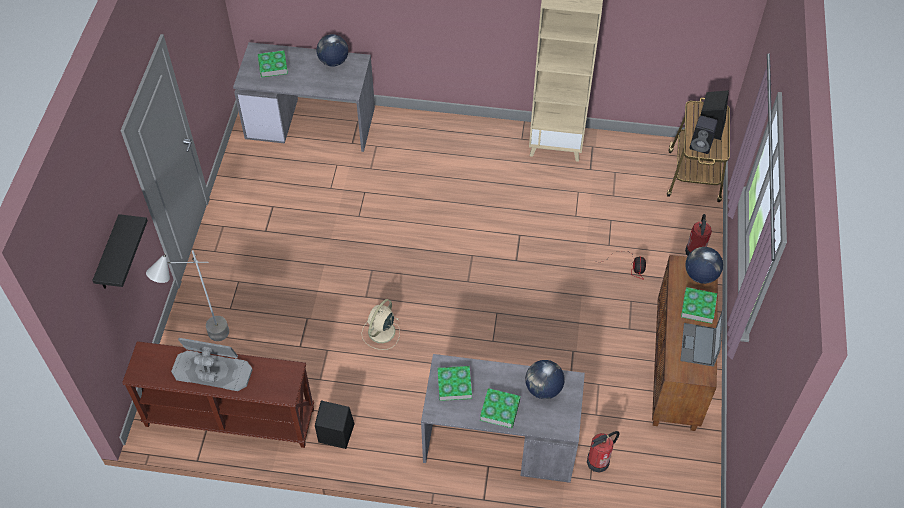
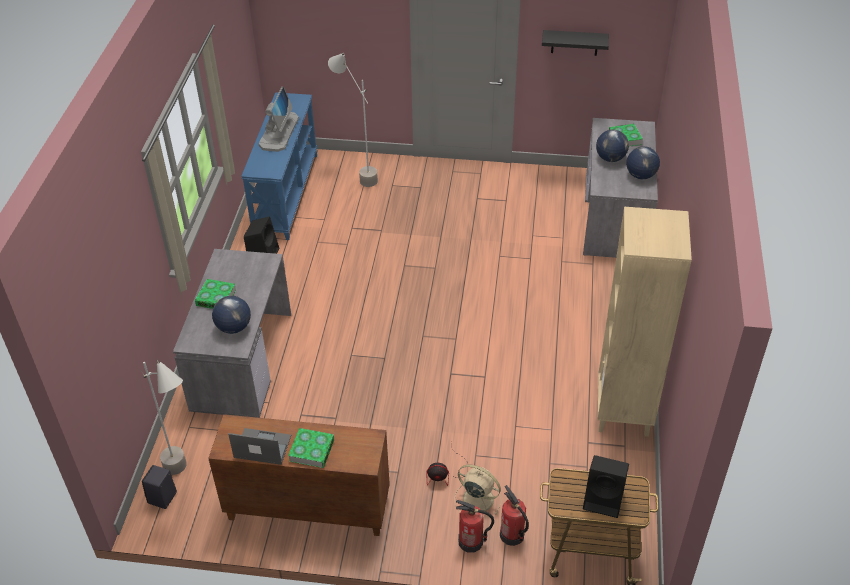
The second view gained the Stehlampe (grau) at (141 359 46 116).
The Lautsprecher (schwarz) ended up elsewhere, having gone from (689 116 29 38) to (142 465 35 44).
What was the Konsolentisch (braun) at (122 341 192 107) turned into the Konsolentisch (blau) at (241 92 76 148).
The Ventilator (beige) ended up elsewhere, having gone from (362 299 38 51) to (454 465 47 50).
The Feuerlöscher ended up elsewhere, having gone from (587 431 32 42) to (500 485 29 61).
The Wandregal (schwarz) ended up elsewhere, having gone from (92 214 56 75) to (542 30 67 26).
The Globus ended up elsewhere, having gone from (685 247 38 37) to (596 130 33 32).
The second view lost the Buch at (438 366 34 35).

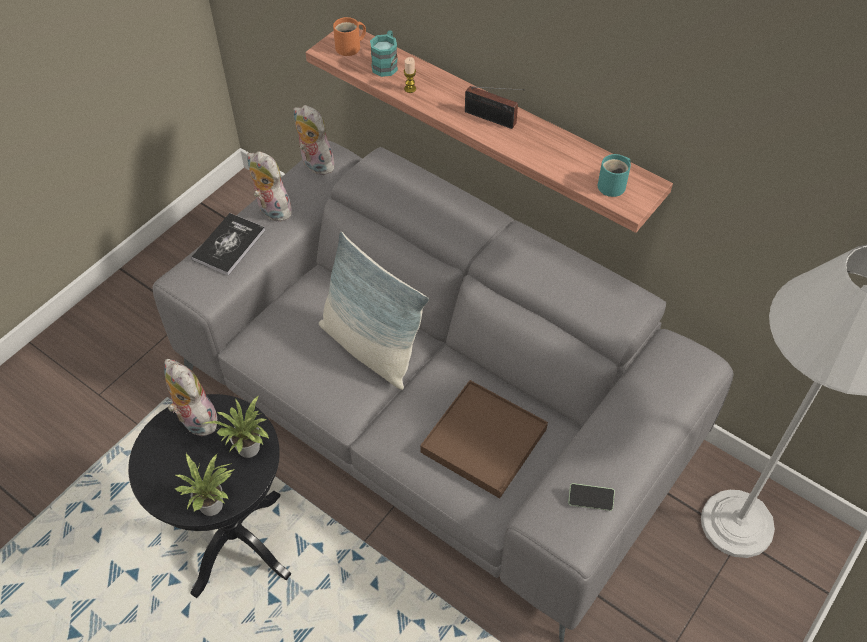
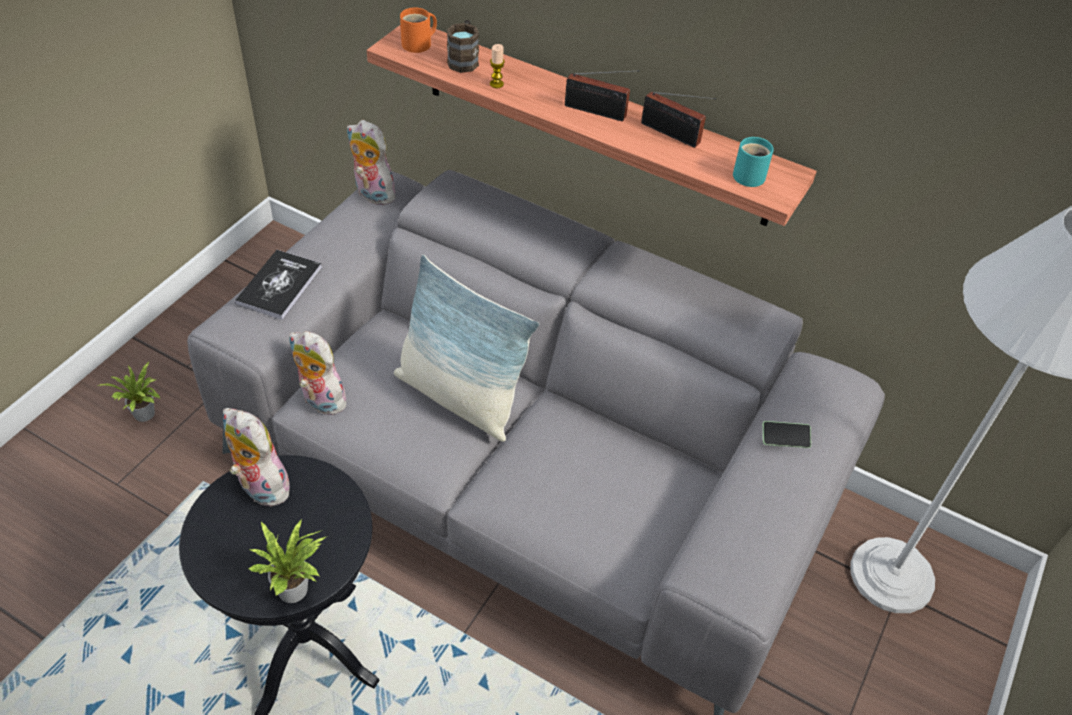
The Topfpflanze ended up elsewhere, having gone from (205 396 64 62) to (97 362 63 60).
The Plüschtier ended up elsewhere, having gone from (247 151 45 71) to (289 331 57 84).
What was the Henkelbecher (türkis) at (370 30 28 47) turned into the Henkelbecher (braun) at (447 20 32 53).
The second view gained the Radio at (641 92 75 56).
The Handy ended up elsewhere, having gone from (568 483 47 28) to (763 421 48 27).
The second view lost the Tablett (braun) at (420 380 128 118).

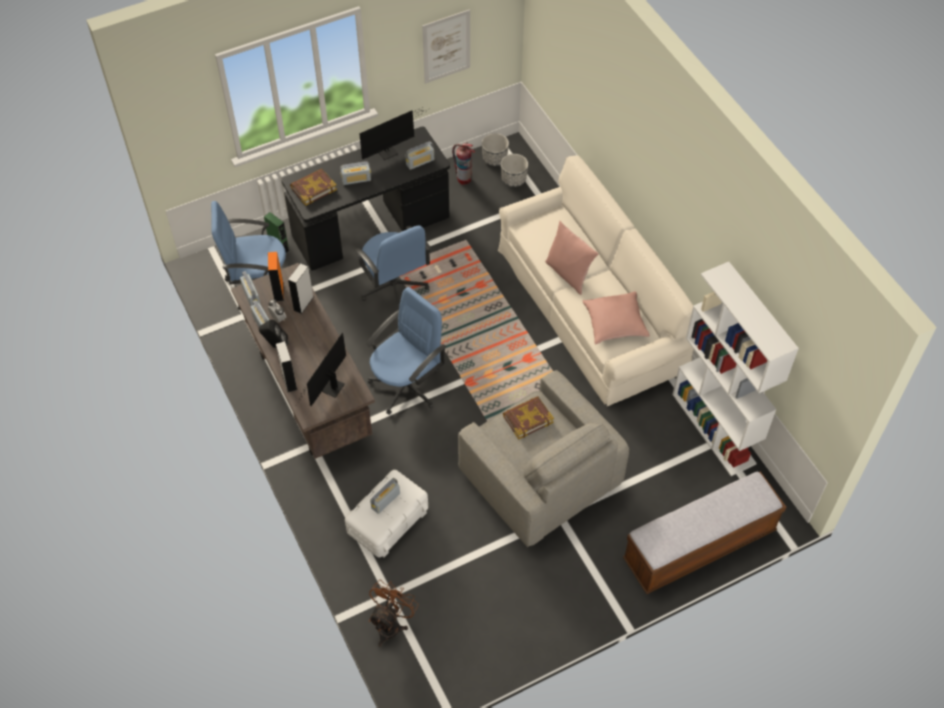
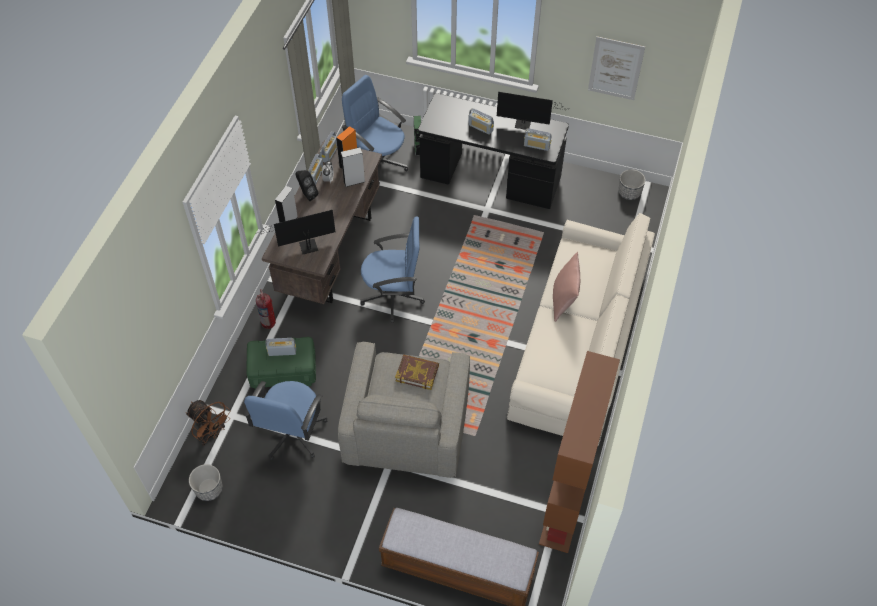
The Ventilator (braun) at (369 580 49 67) ended up facing another way, 60 degrees clockwise from before.
The Pflanzkübel ended up elsewhere, having gone from (501 154 27 33) to (189 464 34 37).
The Bürostuhl (blau) ended up elsewhere, having gone from (355 225 76 85) to (243 381 84 79).
What was the Aufbewahrungsbox (weiß) at (345 470 83 88) turned into the Aufbewahrungsbox (grün) at (246 337 70 52).
The Feuerlöscher ended up elsewhere, having gone from (452 143 23 42) to (256 289 20 40).
What was the Bücherregal (weiß) at (672 262 127 214) turned into the Bücherregal (braun) at (539 351 81 202).
The second view lost the Buch at (290 169 47 37).
The second view lost the Kissen (rosa) at (583 291 67 54).

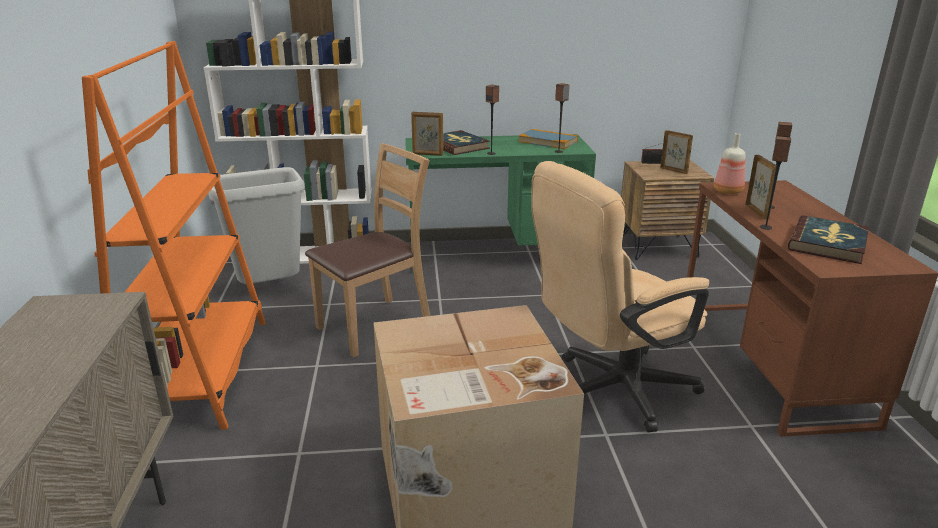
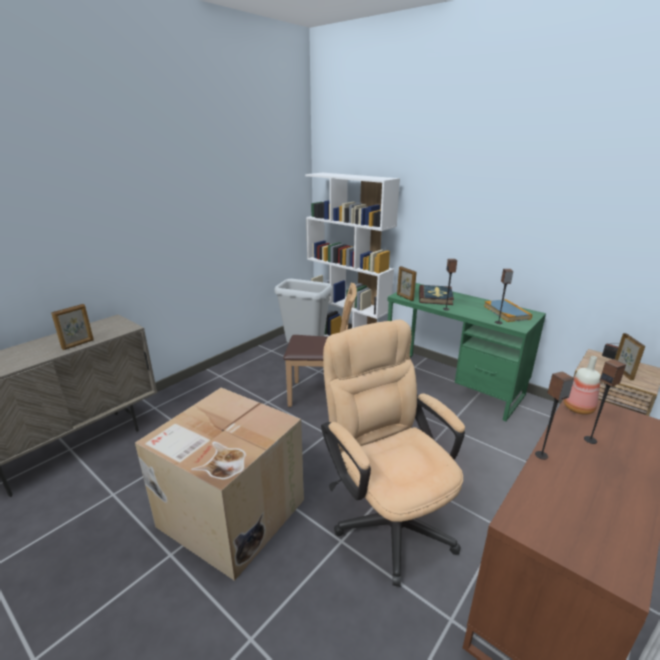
The Bilderrahmen ended up elsewhere, having gone from (746 155 30 64) to (51 304 43 46).
The Bürostuhl (beige) at (531 161 178 271) ended up facing another way, 45 degrees clockwise from before.
The second view lost the Bücherregal (orange) at (82 41 184 389).
The second view lost the Buch at (788 215 81 49).

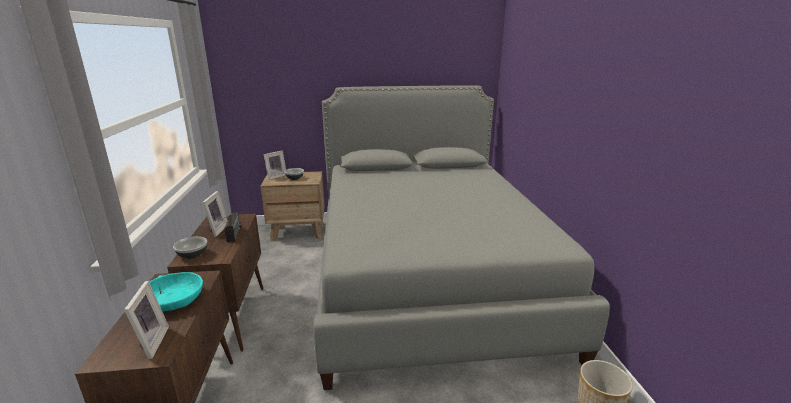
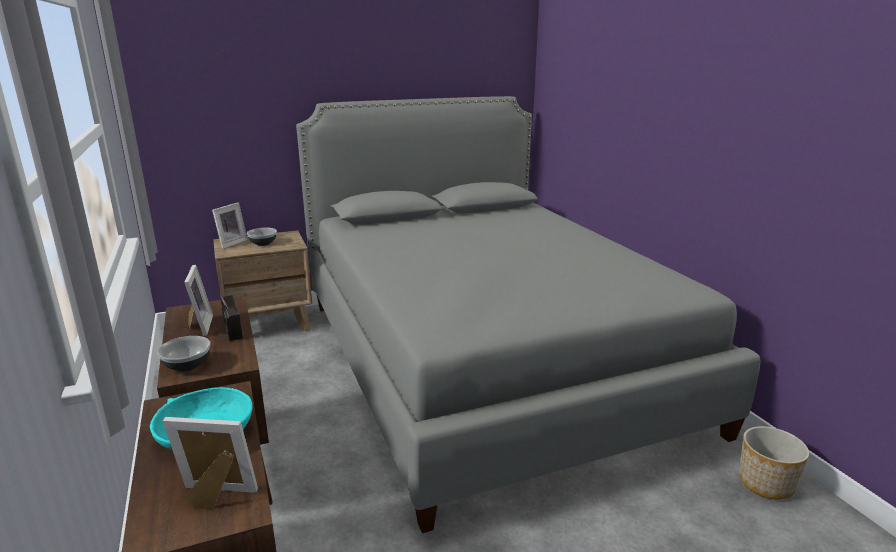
The Bilderrahmen at (124 281 45 78) ended up facing another way, 60 degrees counterclockwise from before.

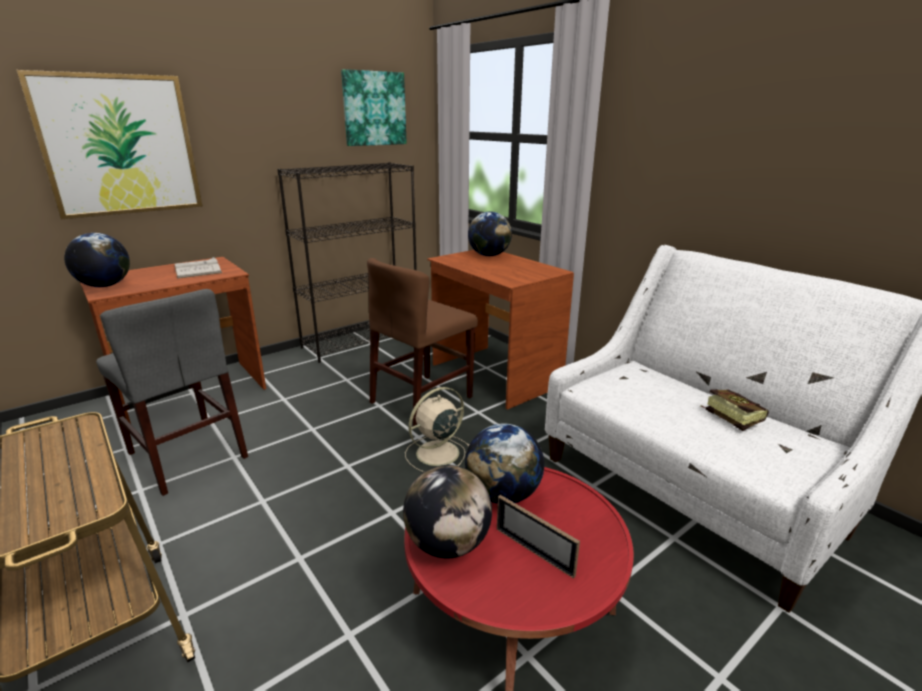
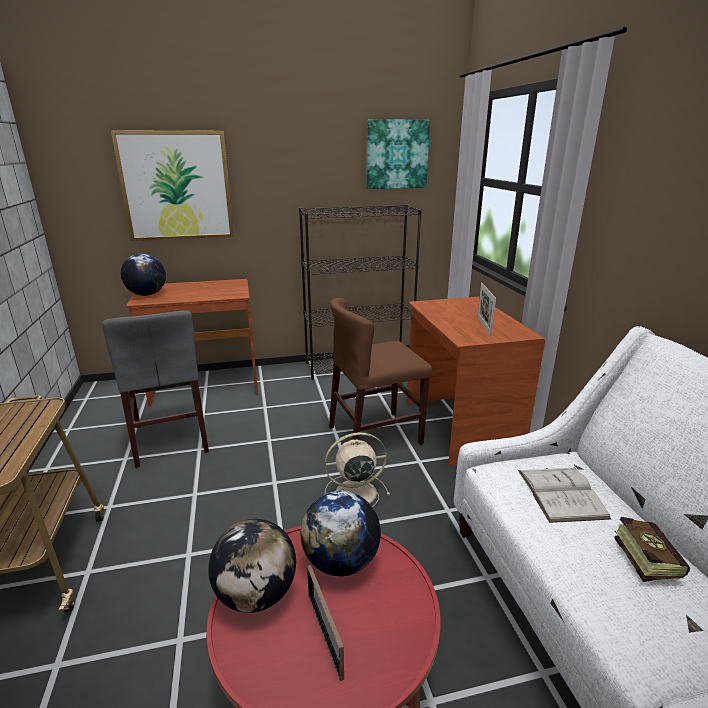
The second view gained the Bilderrahmen at (477 283 19 53).
The Buch (weiß) ended up elsewhere, having gone from (174 257 48 22) to (518 467 93 56).
The second view lost the Globus at (468 212 44 44).

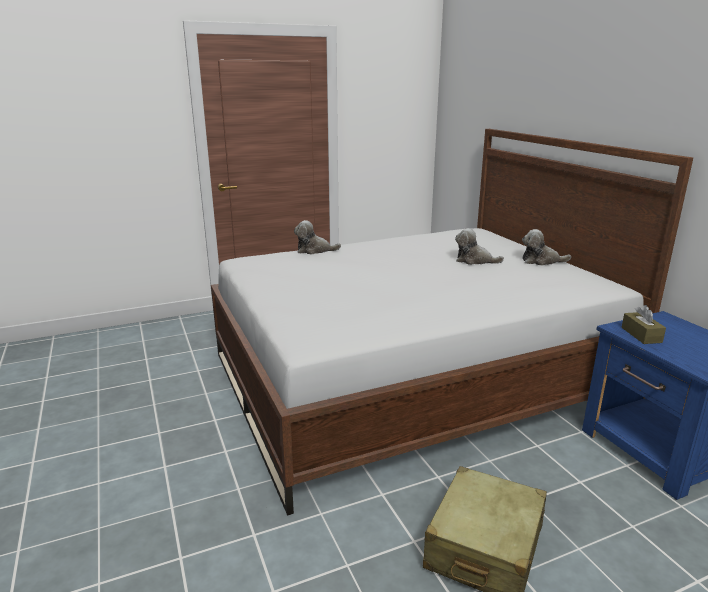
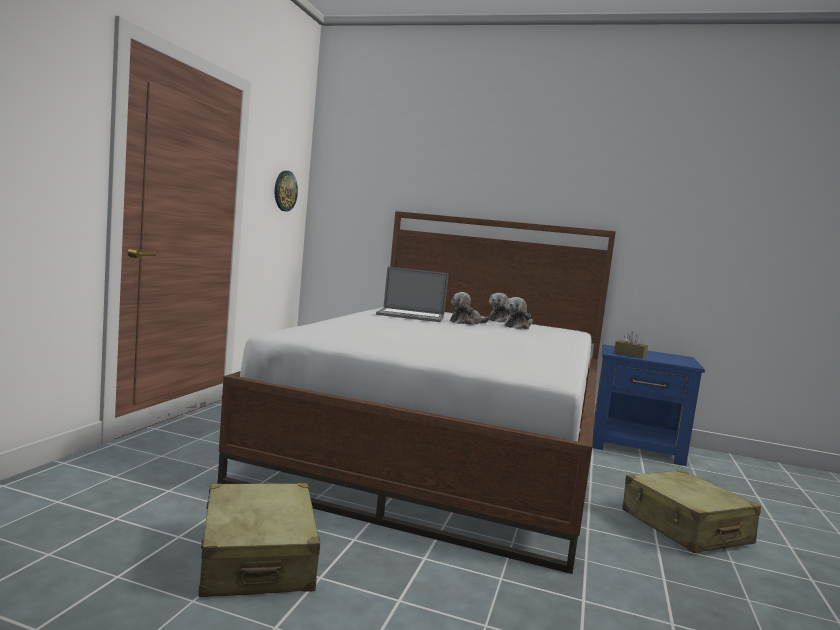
The second view gained the Koffer (beige) at (198 483 122 114).
The second view gained the Wanduhr at (275 171 23 41).
The second view gained the Laptop at (376 267 73 55).
The Plüschtier ended up elsewhere, having gone from (294 220 47 34) to (504 297 29 32).

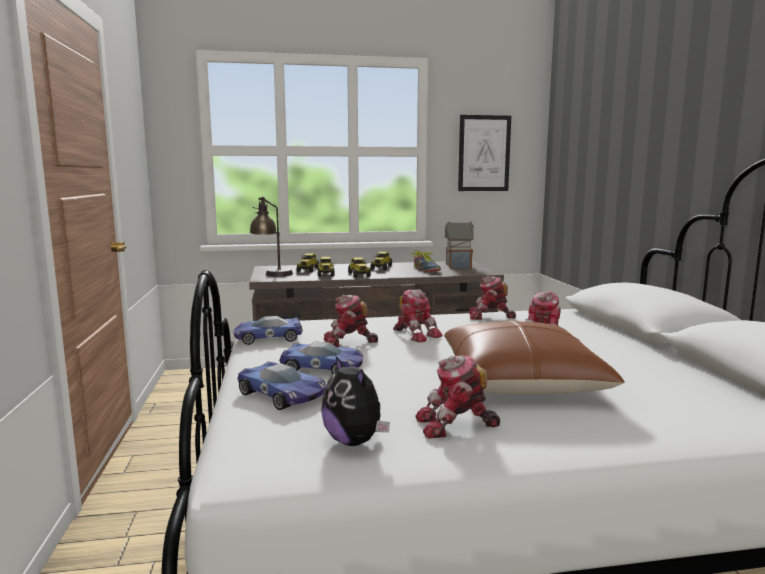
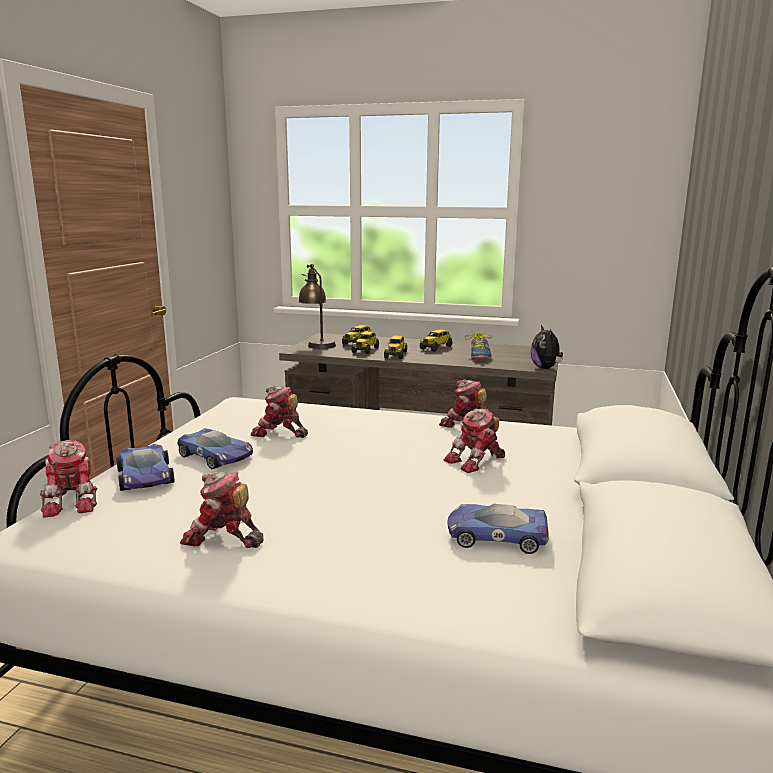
The Spielzeugroboter ended up elsewhere, having gone from (393 289 50 54) to (40 440 57 77).
The Spielzeugauto ended up elsewhere, having gone from (233 316 70 29) to (447 504 101 50).
The Plüschtier ended up elsewhere, having gone from (322 355 68 91) to (530 325 33 44).
The second view lost the Spielzeughaus at (444 221 30 47).
The second view lost the Kissen (braun) at (444 320 181 74).
The second view lost the Bild at (458 115 53 76).

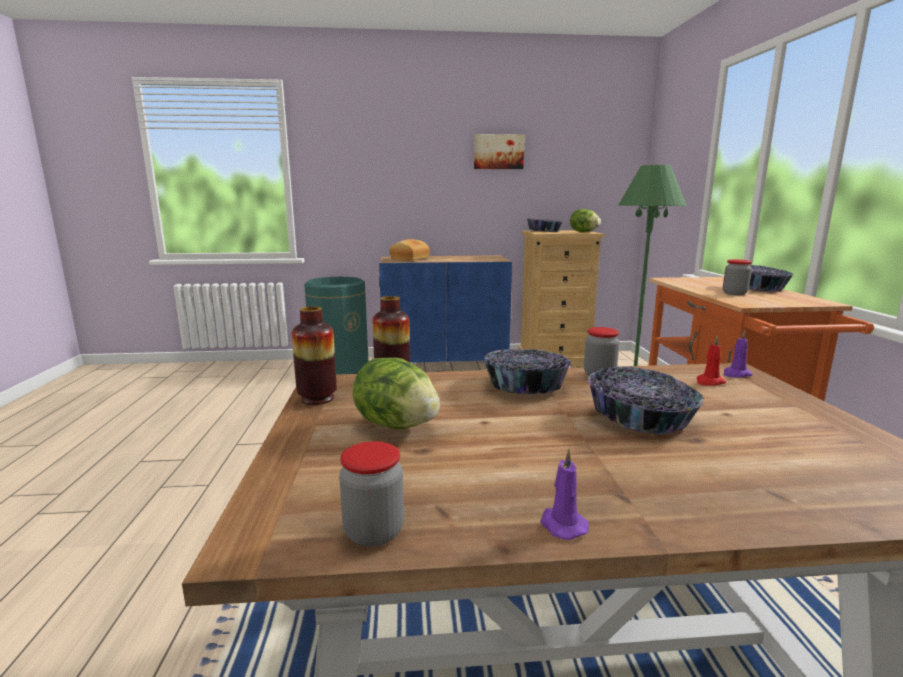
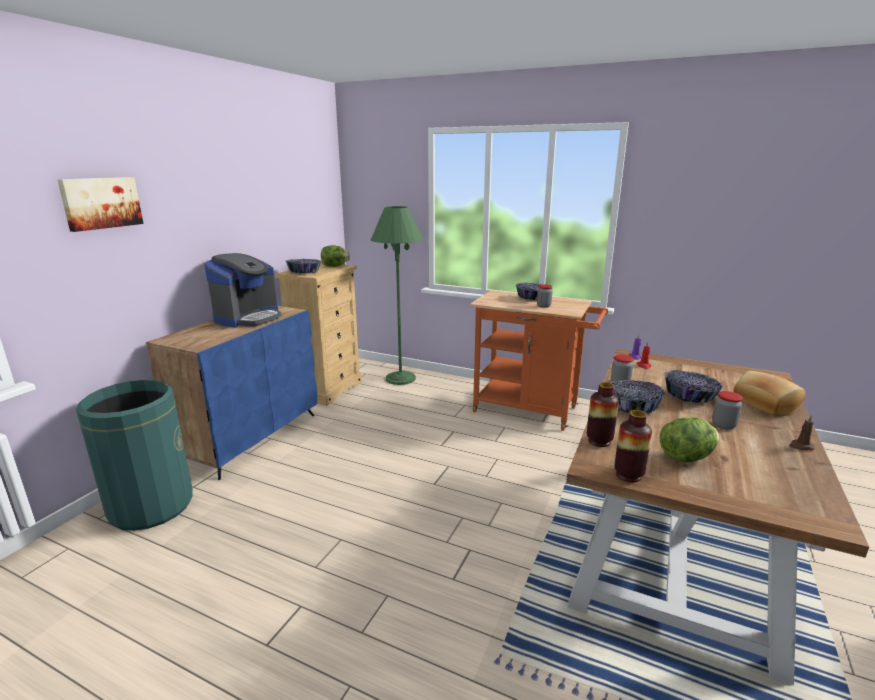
The Bild ended up elsewhere, having gone from (474 134 51 35) to (57 177 87 55).
The second view gained the Kaffeemaschine at (204 253 77 75).
The Vorratsglas ended up elsewhere, having gone from (339 441 65 106) to (712 391 31 38).
The Brot ended up elsewhere, having gone from (390 239 40 22) to (734 371 72 45).
What was the Kerze (lila) at (540 448 49 92) turned into the Kerze (braun) at (789 415 26 35).

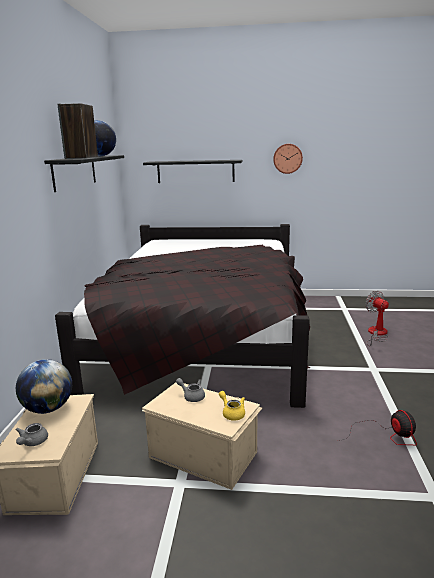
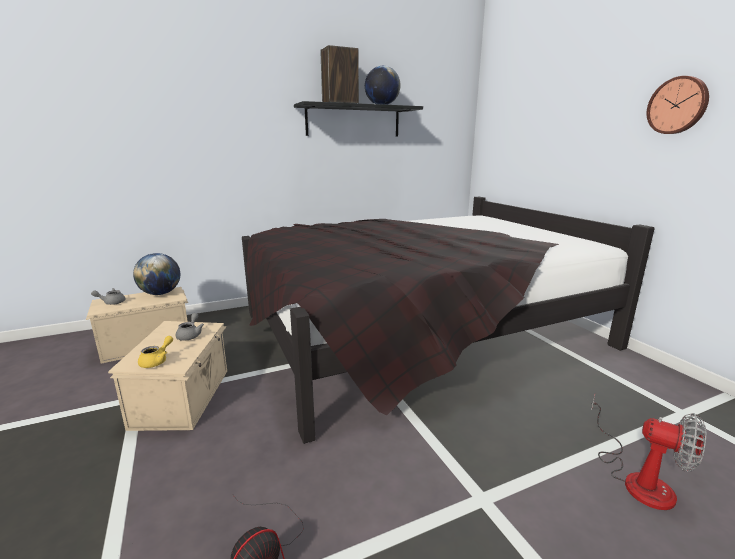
The Ventilator at (365 290 24 56) ended up facing another way, 90 degrees clockwise from before.
The second view lost the Wandregal (schwarz) at (143 160 99 23).

